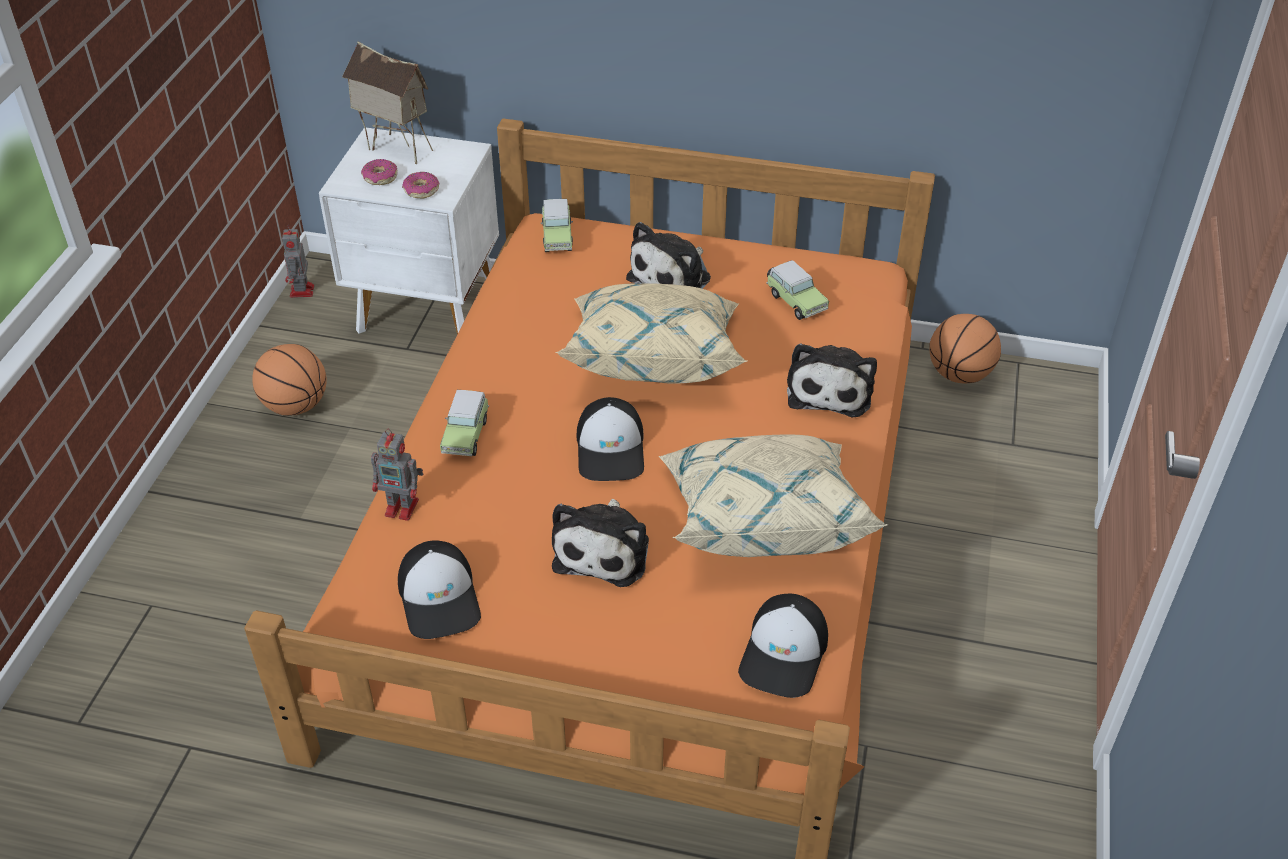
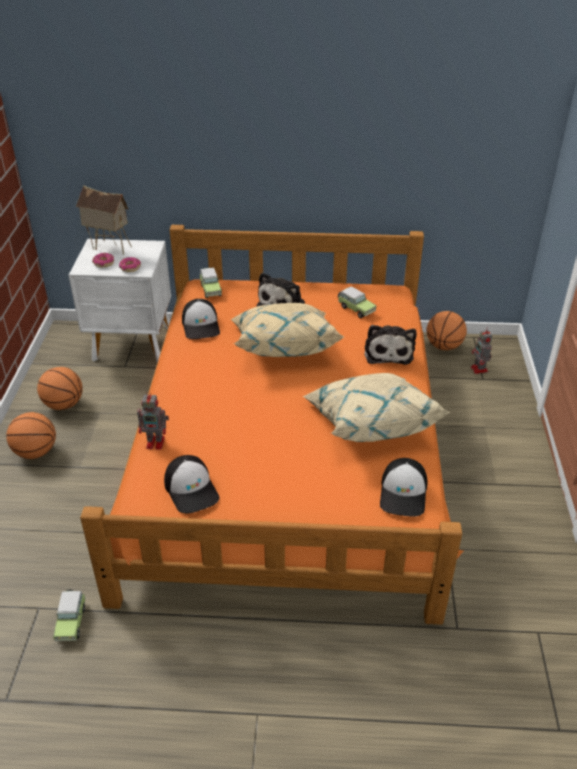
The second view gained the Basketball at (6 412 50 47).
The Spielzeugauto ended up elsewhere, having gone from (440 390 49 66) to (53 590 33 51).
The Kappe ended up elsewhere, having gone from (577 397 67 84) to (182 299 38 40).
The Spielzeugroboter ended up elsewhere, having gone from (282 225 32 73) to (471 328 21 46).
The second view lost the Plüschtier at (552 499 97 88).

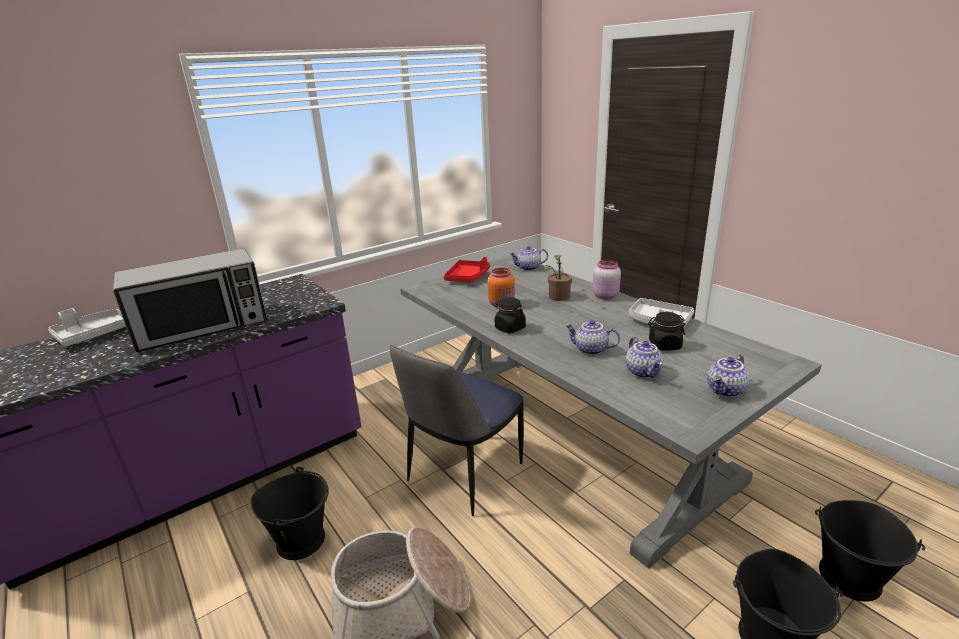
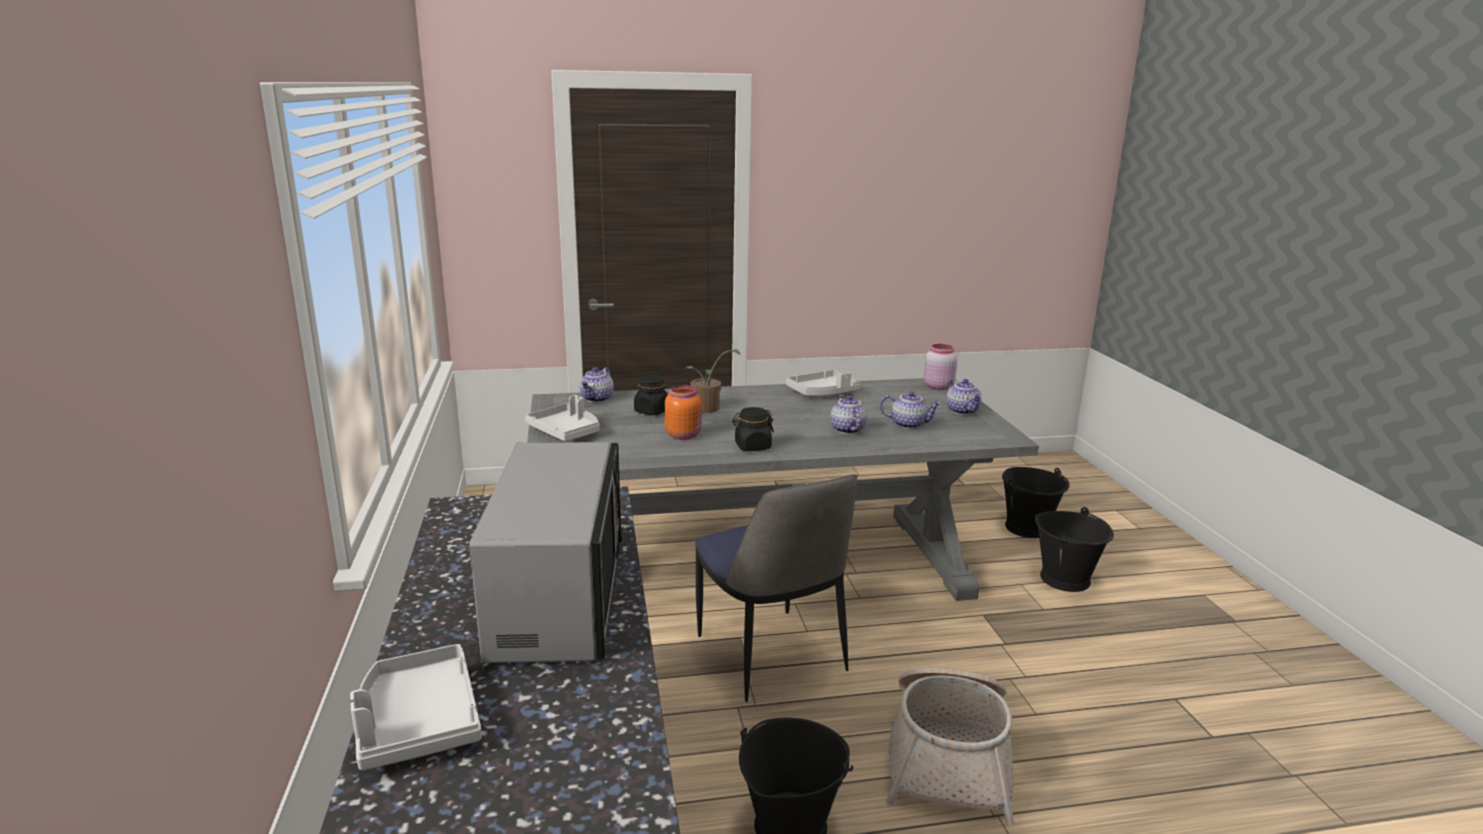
What was the Tablett (rot) at (444 257 46 25) turned into the Tablett (grau) at (525 395 75 46).
The Vorratsglas (schwarz) ended up elsewhere, having gone from (648 312 37 38) to (634 375 34 40).
The Teekanne at (565 320 55 35) ended up facing another way, 120 degrees clockwise from before.
The Vorratsglas (rosa) ended up elsewhere, having gone from (593 260 28 39) to (924 344 34 46).

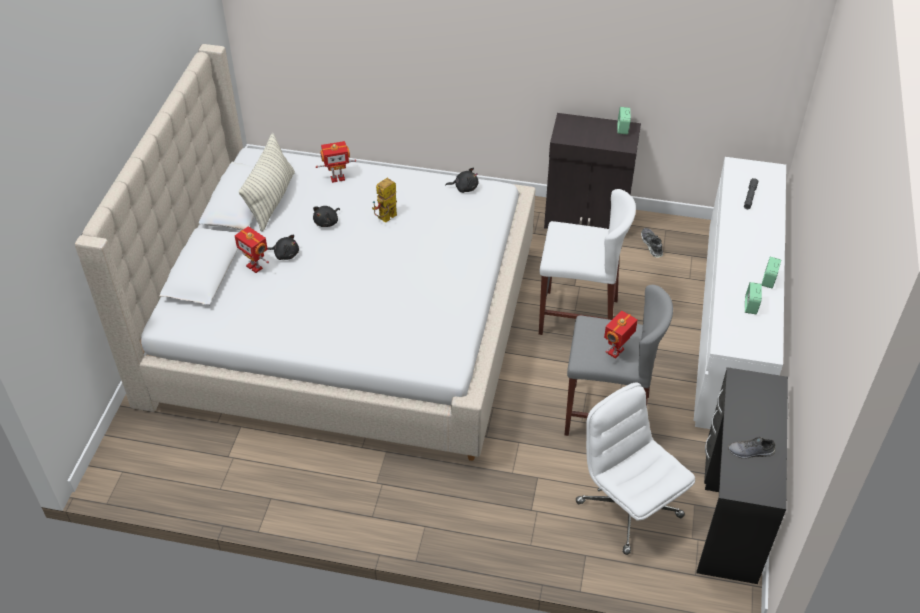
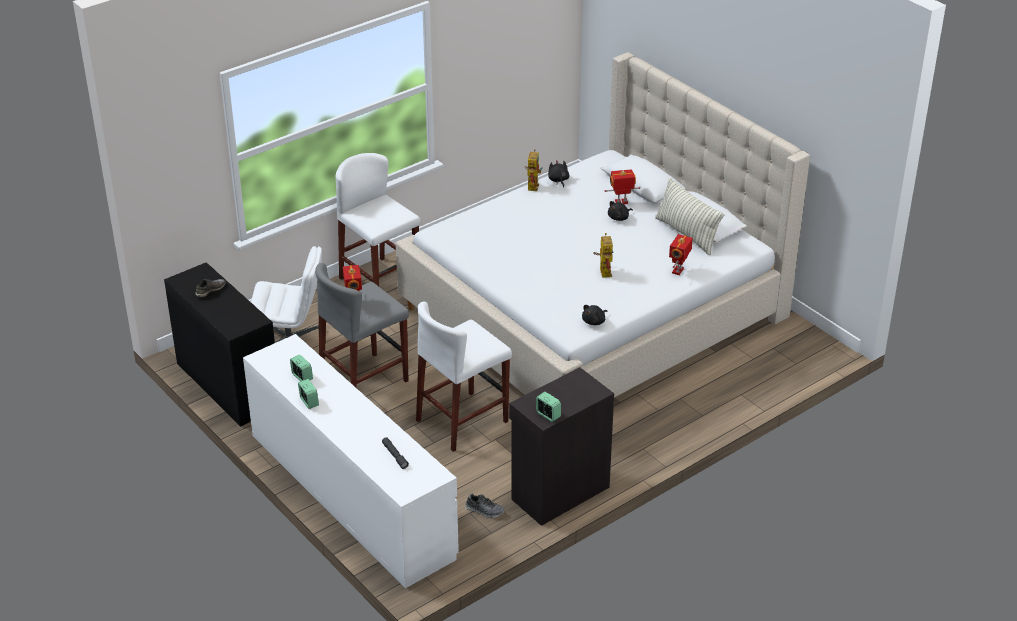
The second view gained the Hocker (weiß) at (336 153 84 133).
The second view gained the Spielzeugroboter at (525 149 18 42).
The Plüschtier (schwarz) ended up elsewhere, having gone from (313 206 27 21) to (548 160 22 28).

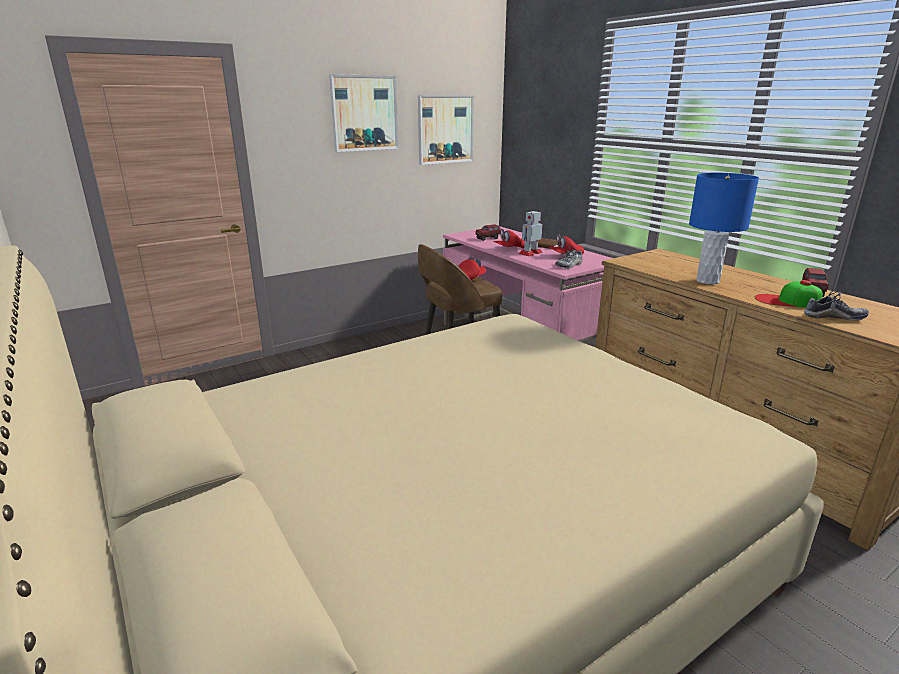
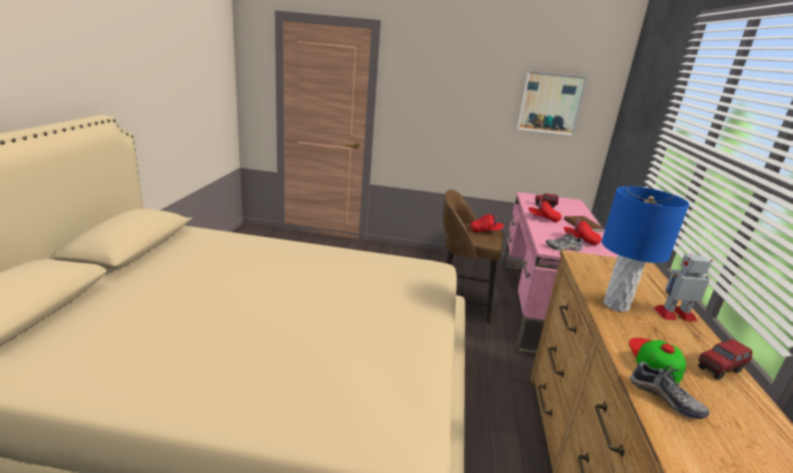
The Kappe at (755 280 68 28) ended up facing another way, 45 degrees clockwise from before.
The Spielzeugroboter ended up elsewhere, having gone from (519 211 24 45) to (654 254 59 68).
The second view lost the Bild at (329 74 70 78).

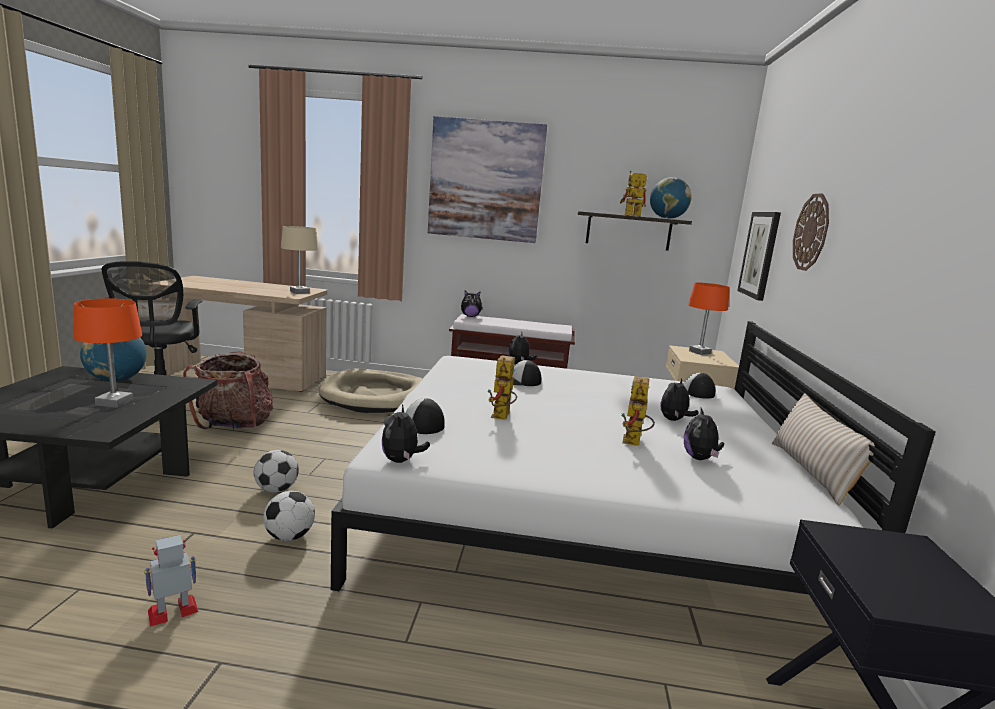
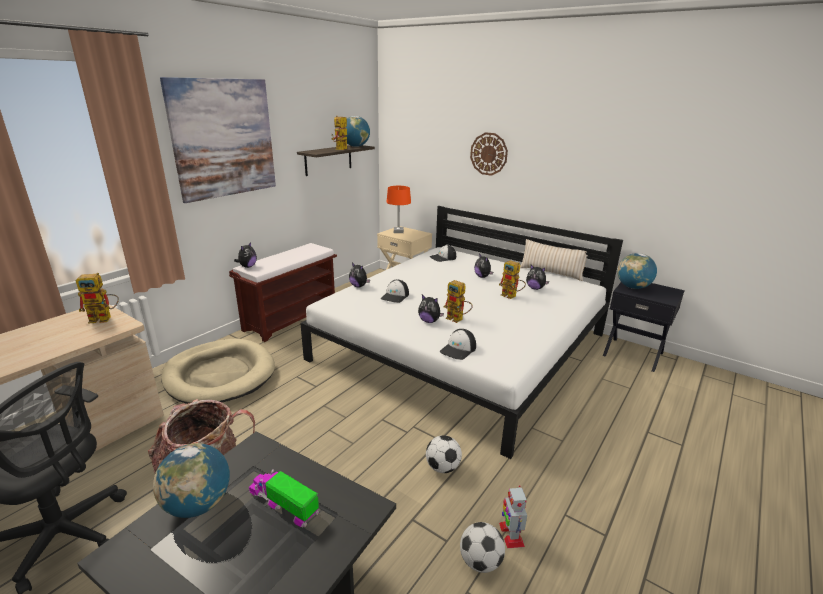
Where the Tischlampe (beige) stood at (281 226 37 68), the Spielzeugroboter came to stand at (76 273 43 50).
Where the Tischlampe (orange) stood at (73 298 69 110), the Spielzeuglaster came to stand at (249 470 70 58).
The Plüschtier ended up elsewhere, having gone from (382 404 48 59) to (418 295 26 28).
The Fußball ended up elsewhere, having gone from (254 450 45 43) to (460 522 45 51).
The second view gained the Globus at (617 253 40 36).
The second view lost the Bild at (737 212 44 89).

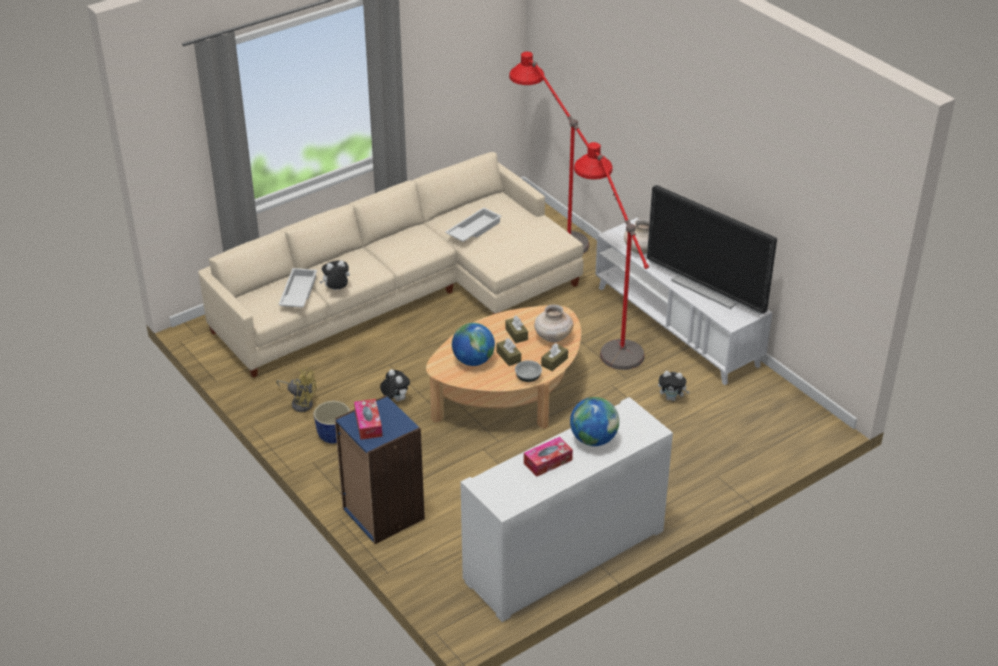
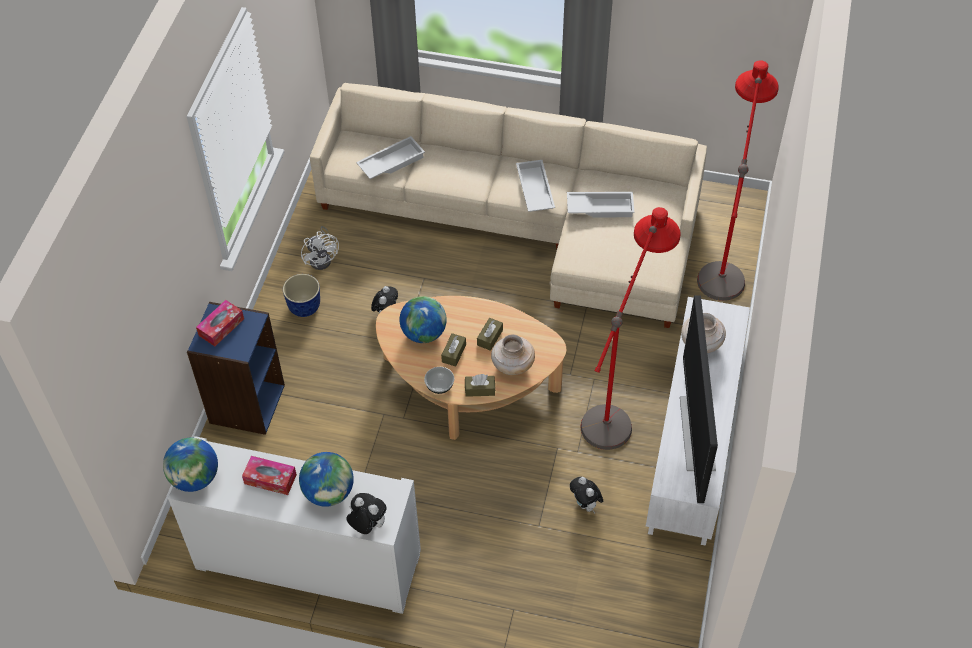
The second view gained the Globus at (163 438 55 54).
What was the Ventilator (gelb) at (276 368 40 44) turned into the Ventilator (weiß) at (301 226 38 44).
The Plüschtier ended up elsewhere, having gone from (320 260 30 30) to (346 493 41 41).
The second view gained the Tablett (weiß) at (516 160 39 52).

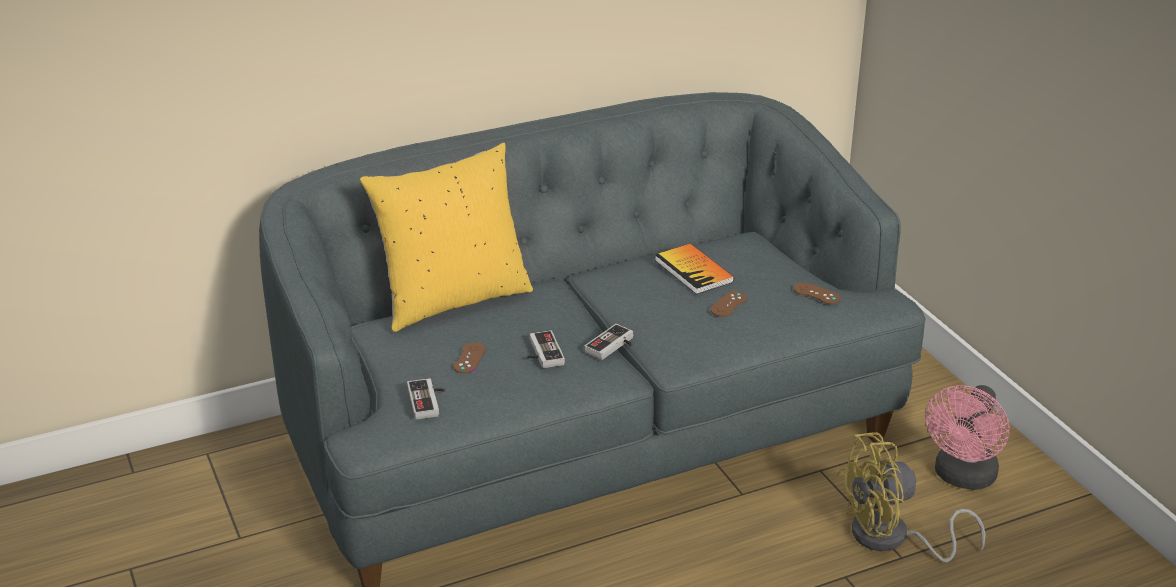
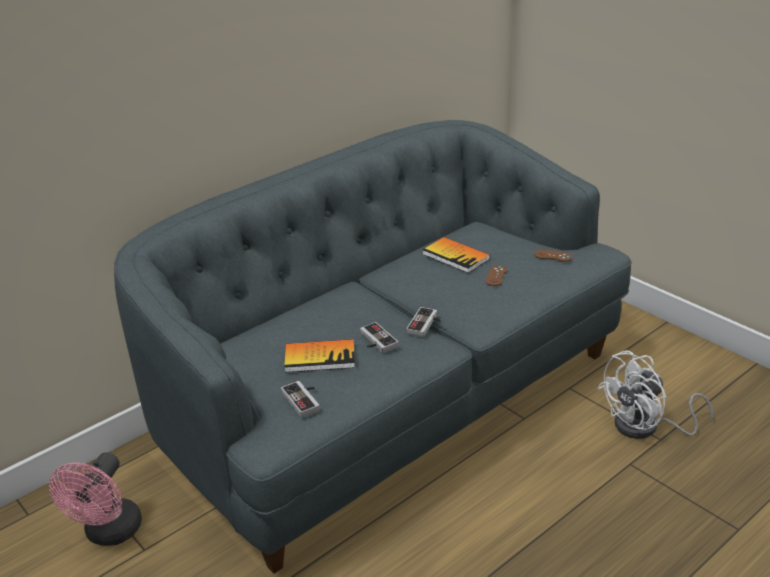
The Ventilator (rosa) ended up elsewhere, having gone from (925 385 85 105) to (49 452 93 94).
Where the Gamepad (braun) stood at (453 342 33 31), the Buch came to stand at (284 339 71 33).
What was the Ventilator (gelb) at (836 432 150 130) turned into the Ventilator (weiß) at (597 350 116 89).
The second view lost the Kissen (gelb) at (360 143 173 189).

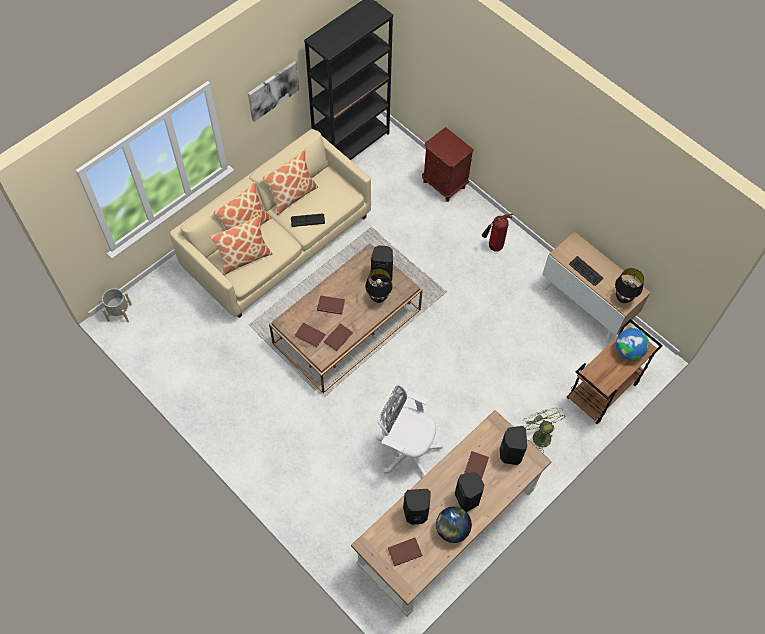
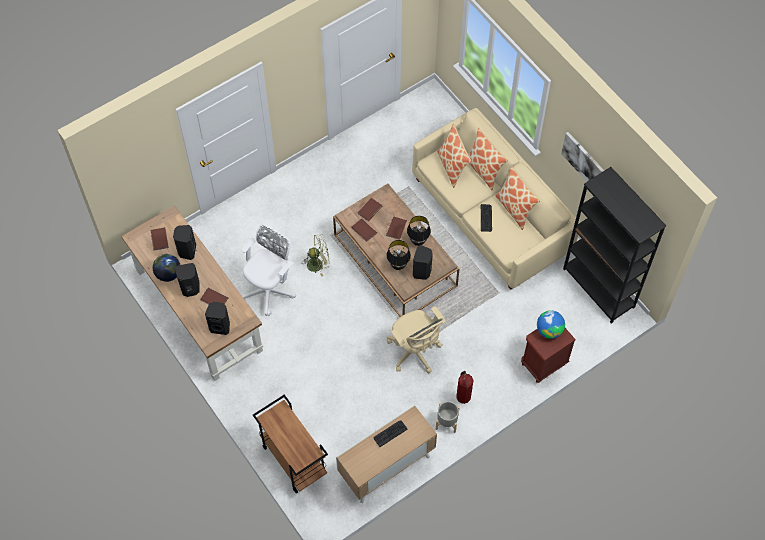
The Ventilator (grün) ended up elsewhere, having gone from (522 408 43 43) to (304 234 26 43).
The second view gained the Bürostuhl (beige) at (387 306 59 68).
The Tischlampe (schwarz) ended up elsewhere, having gone from (615 268 29 35) to (407 216 24 30).
The Pflanzkübel (grau) ended up elsewhere, having gone from (102 288 30 34) to (436 401 24 32).
The Globus ended up elsewhere, having gone from (616 328 33 32) to (537 310 28 29).

